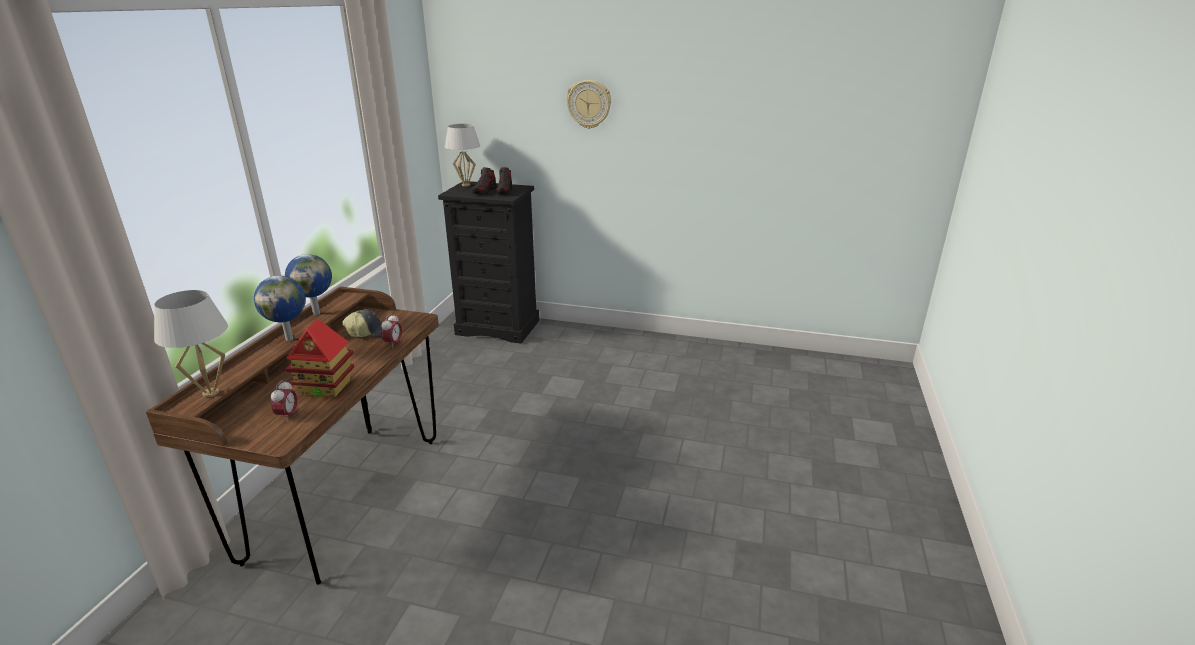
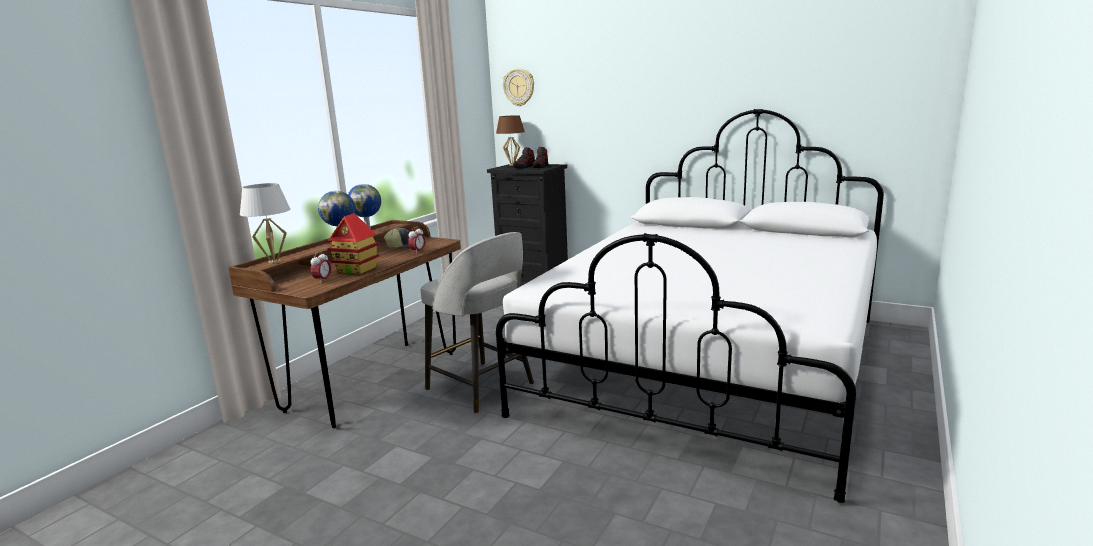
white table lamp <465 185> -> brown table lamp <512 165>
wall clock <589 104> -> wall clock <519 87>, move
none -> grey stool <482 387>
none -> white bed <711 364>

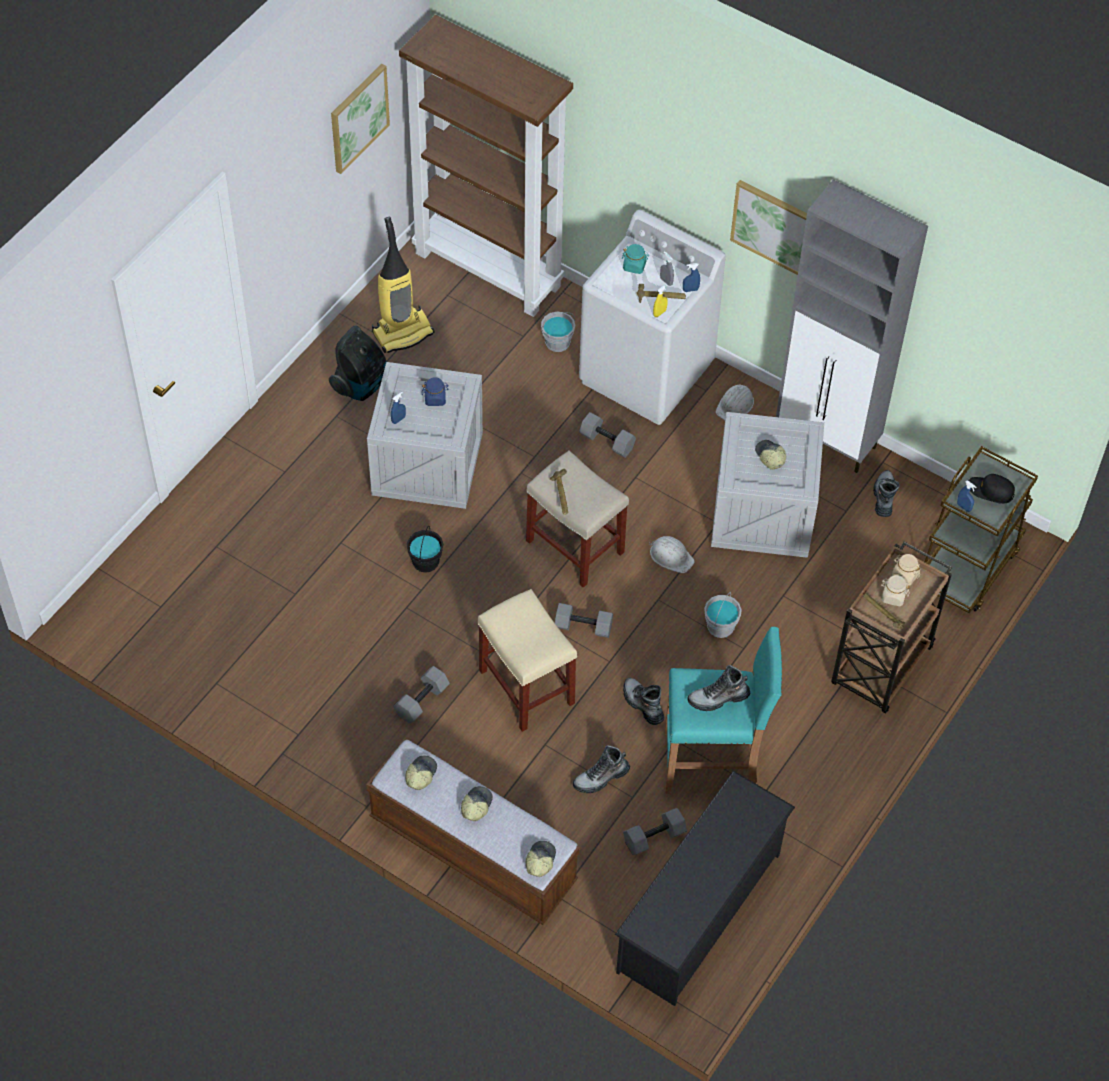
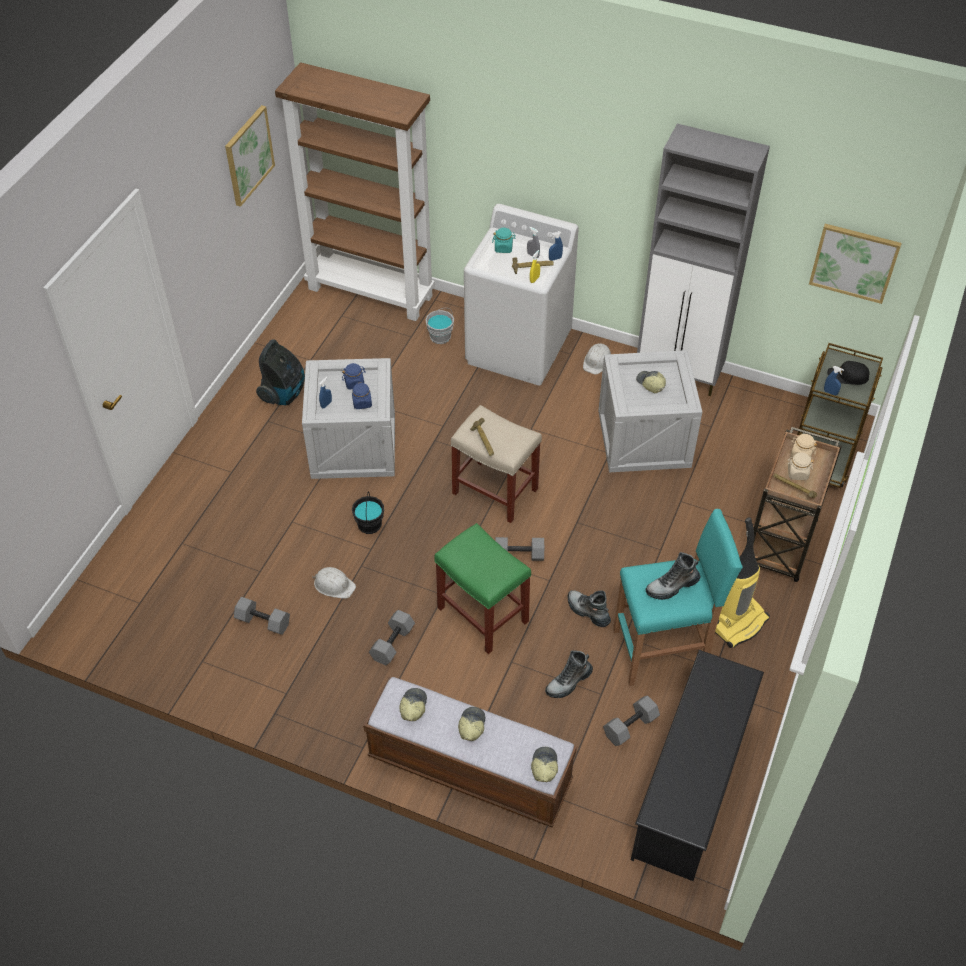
vacuum cleaner <403 332> -> vacuum cleaner <738 622>, move
beige stool <525 686> -> green stool <481 614>
grey dumbbell <606 442> -> grey dumbbell <262 622>, move
white hard hat <671 556> -> white hard hat <334 585>, move
grey bucket <720 627> -> none
picture <772 226> -> picture <854 262>, move
boot <884 497> -> none
none -> blue jar <362 403>

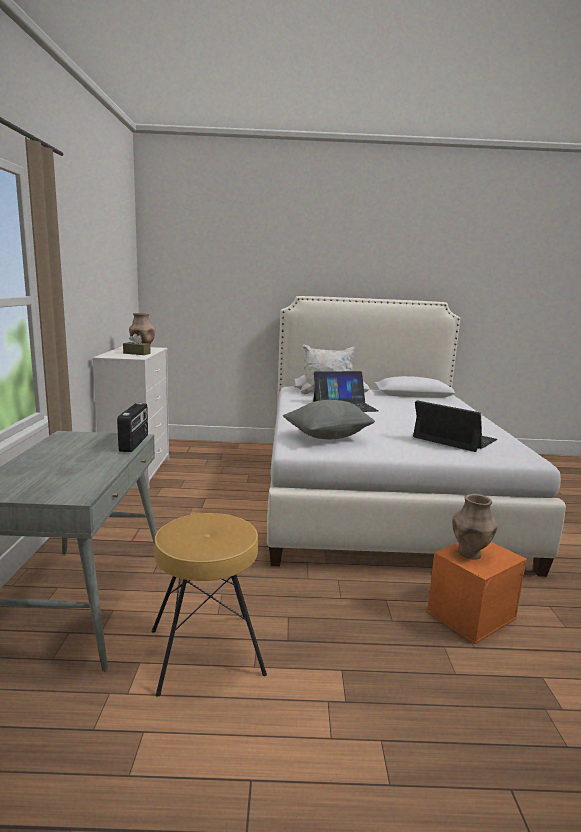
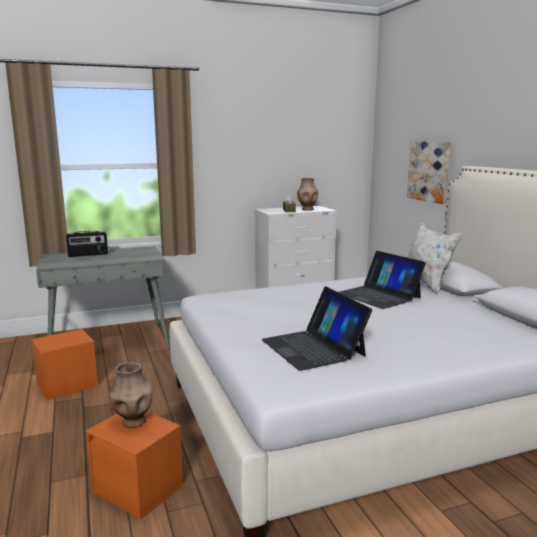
radio <135 443> -> radio <88 255>, move
brown stool <206 652> -> orange storage box <66 385>
grey pillow <327 436> -> none
laptop <454 439> -> laptop <313 347>, 135 degrees clockwise
none -> picture <429 171>

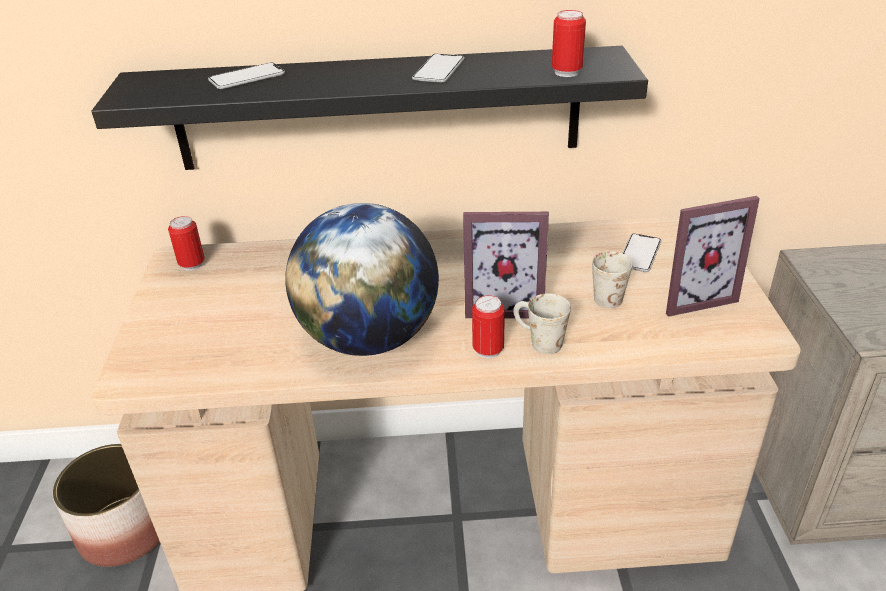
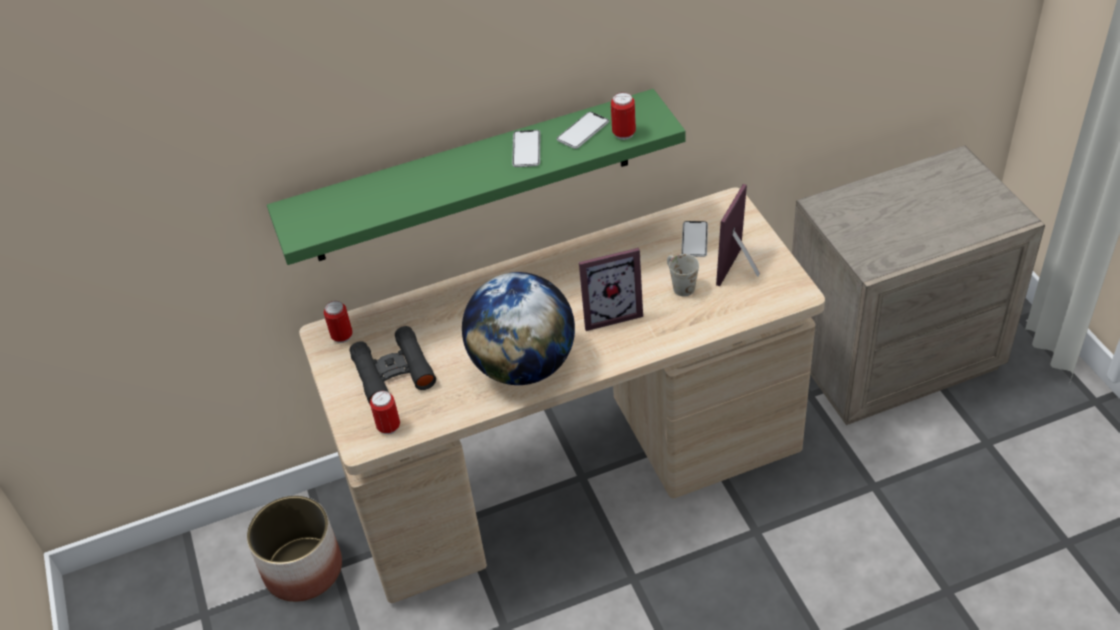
black shelf <378 109> -> green shelf <471 178>
phone <247 77> -> phone <583 131>, move
can <488 350> -> can <389 427>, move
white mug <538 341> -> none
picture frame <691 296> -> picture frame <742 271>, 150 degrees clockwise
none -> black binoculars <393 372>

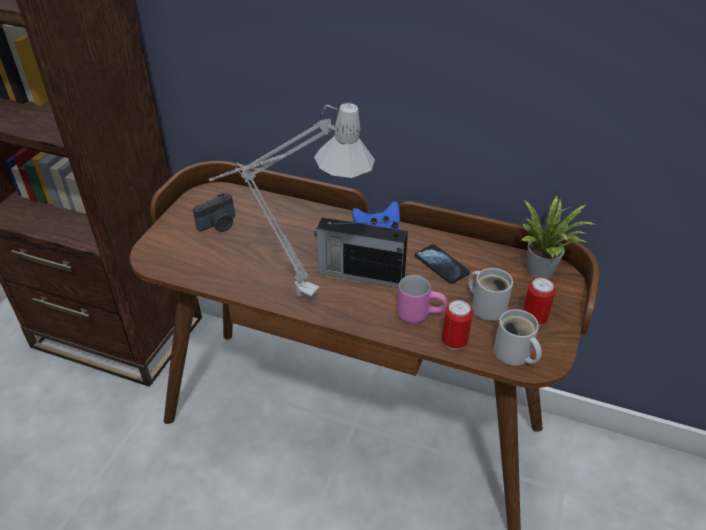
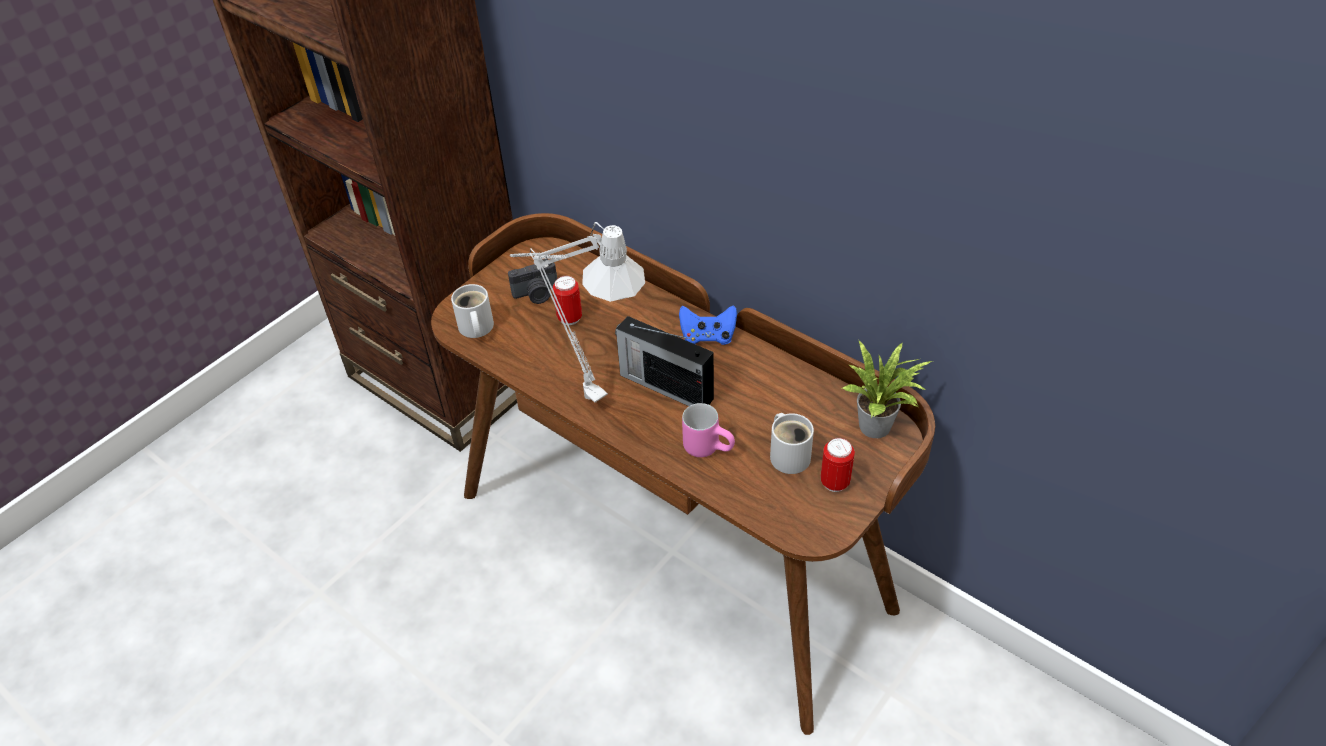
phone <441 265> -> none
can <454 342> -> can <569 318>, move
white mug <514 354> -> white mug <475 328>, move

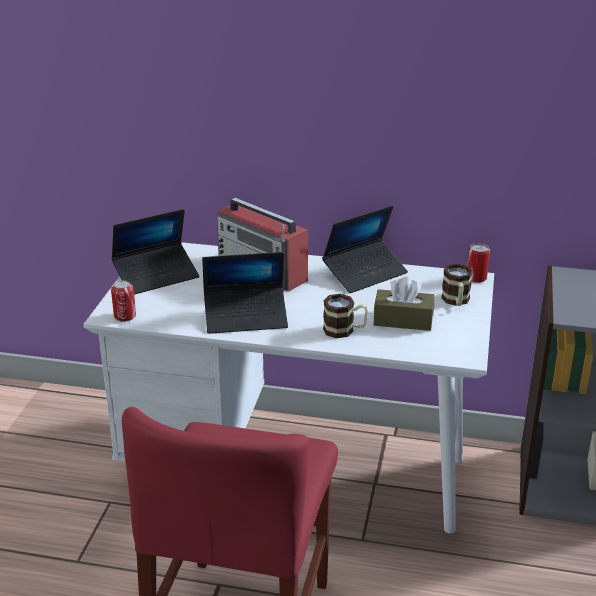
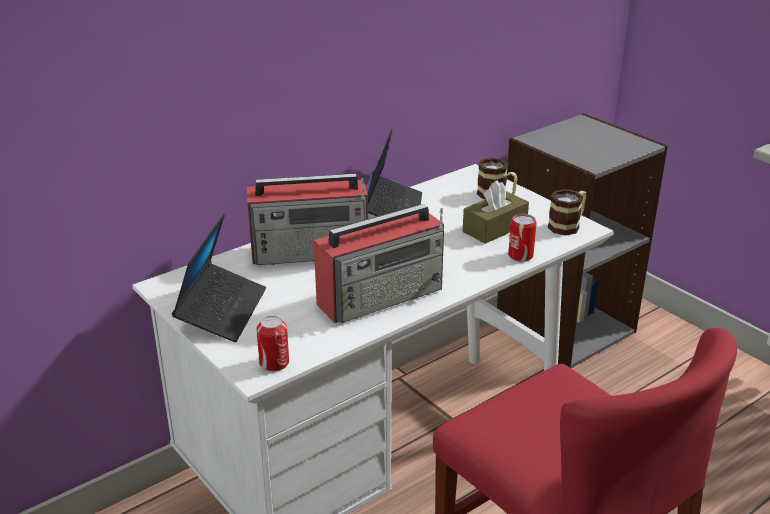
laptop <246 317> -> radio <382 296>
mug <344 330> -> mug <568 225>, move
can <476 278> -> can <520 255>, move

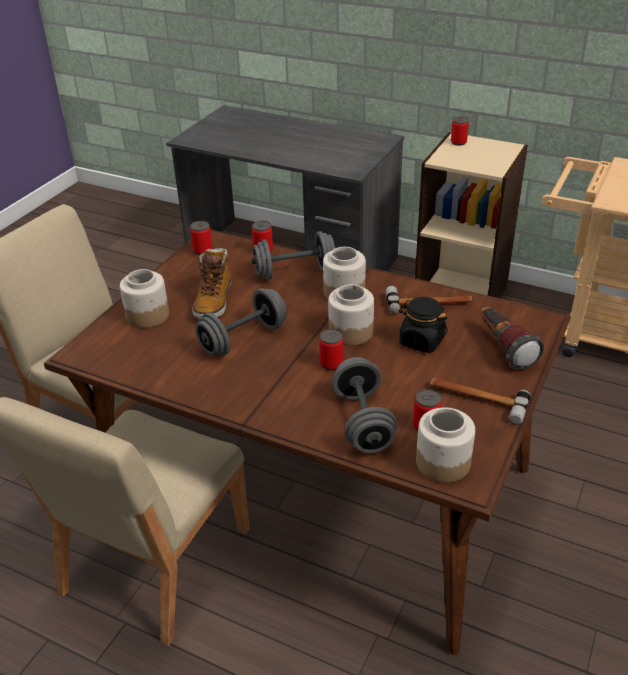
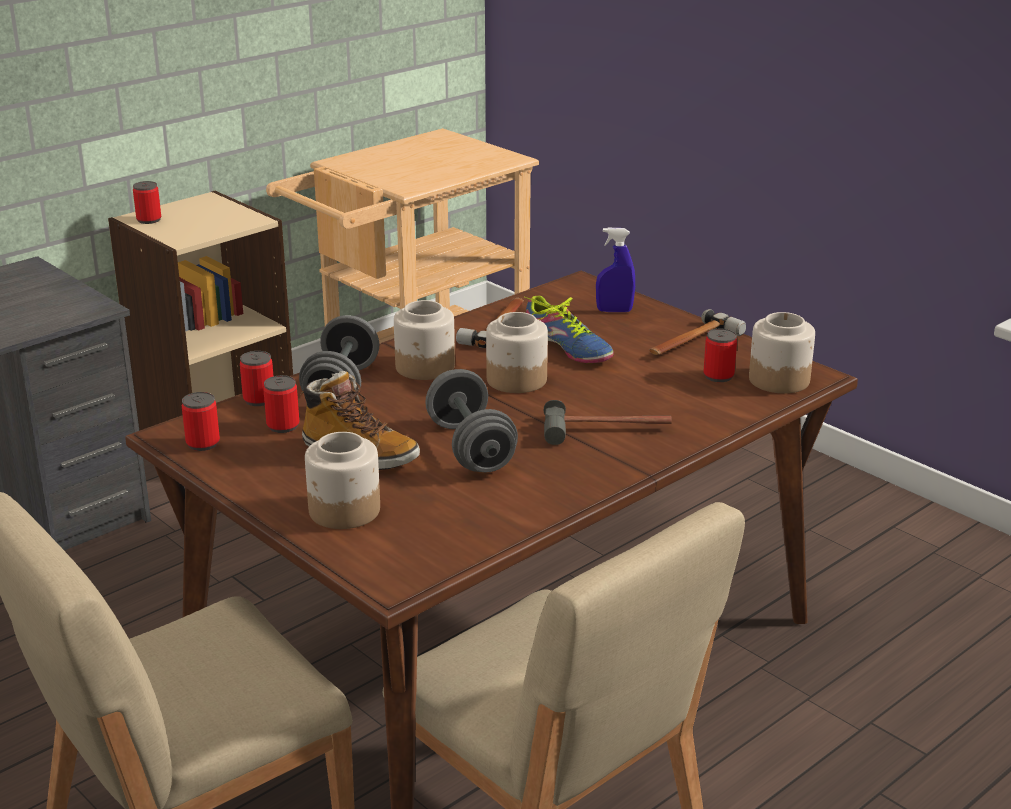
can <331 363> -> can <283 426>, move
grey dumbbell <363 422> -> none
black jar <421 341> -> shoe <568 346>
flashlight <503 348> -> blue spray bottle <614 311>
none -> hammer <607 431>

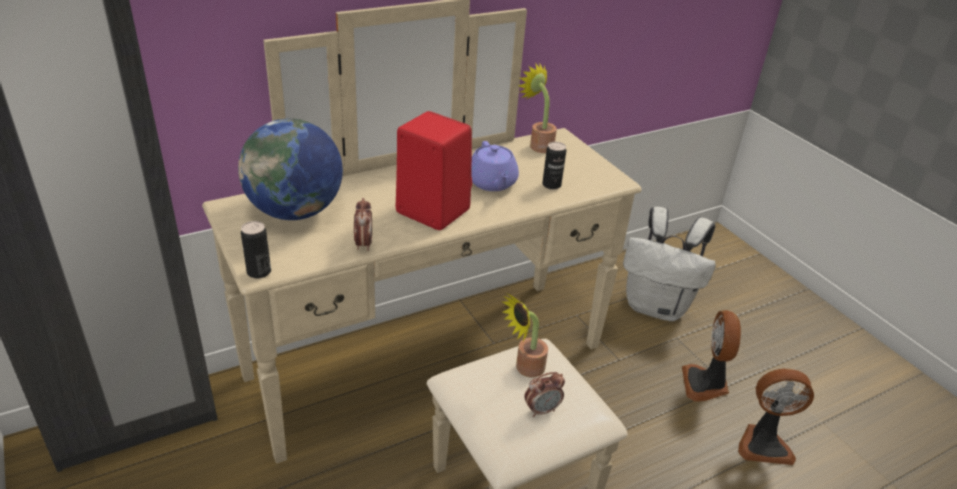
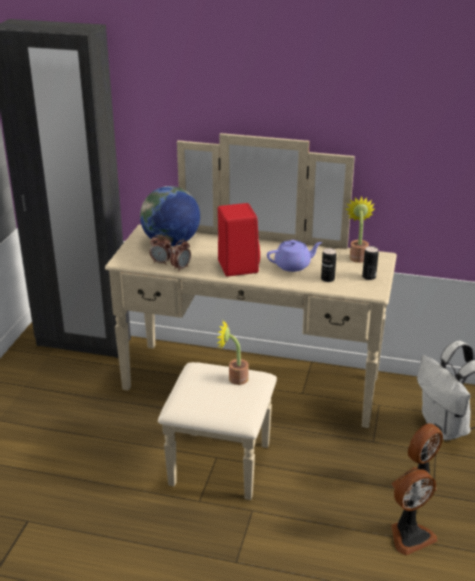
can <259 272> -> can <369 277>, move
purple teapot <492 183> -> purple teapot <293 265>, 135 degrees counterclockwise
alarm clock <542 410> -> alarm clock <161 262>, move
fan <763 444> -> fan <409 535>, 75 degrees counterclockwise

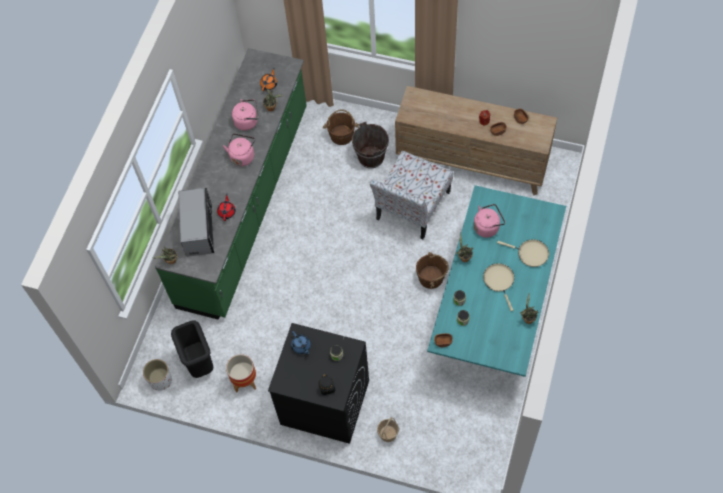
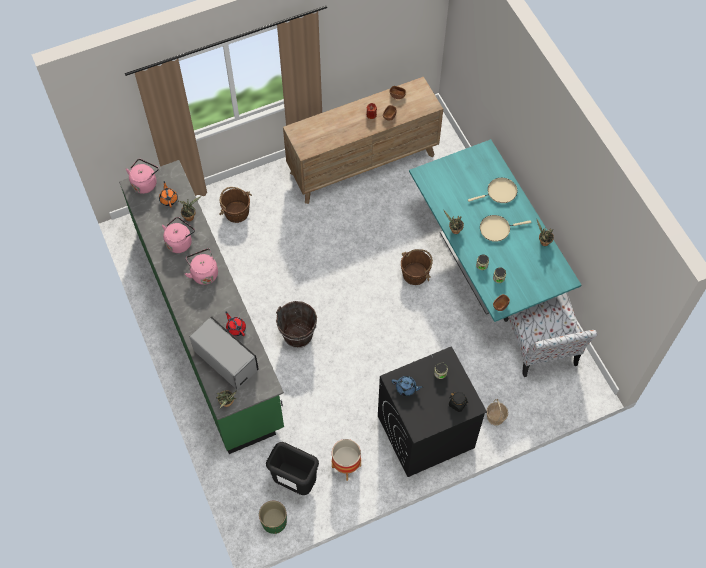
white planter <161 380> -> green planter <274 521>
brown bucket <371 157> -> brown bucket <298 335>, move
chair <412 207> -> chair <541 344>, move
pink kettle <487 227> -> pink kettle <145 183>, move
beige frying pan <499 281> -> beige frying pan <496 229>, 45 degrees counterclockwise

